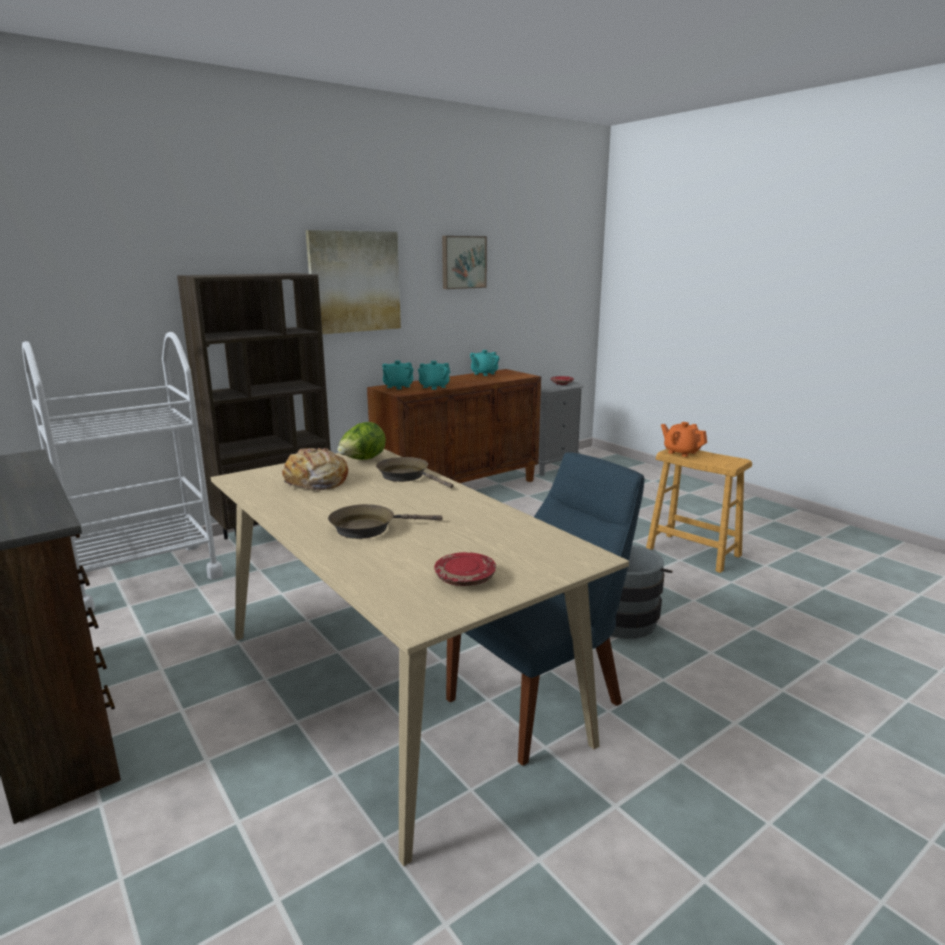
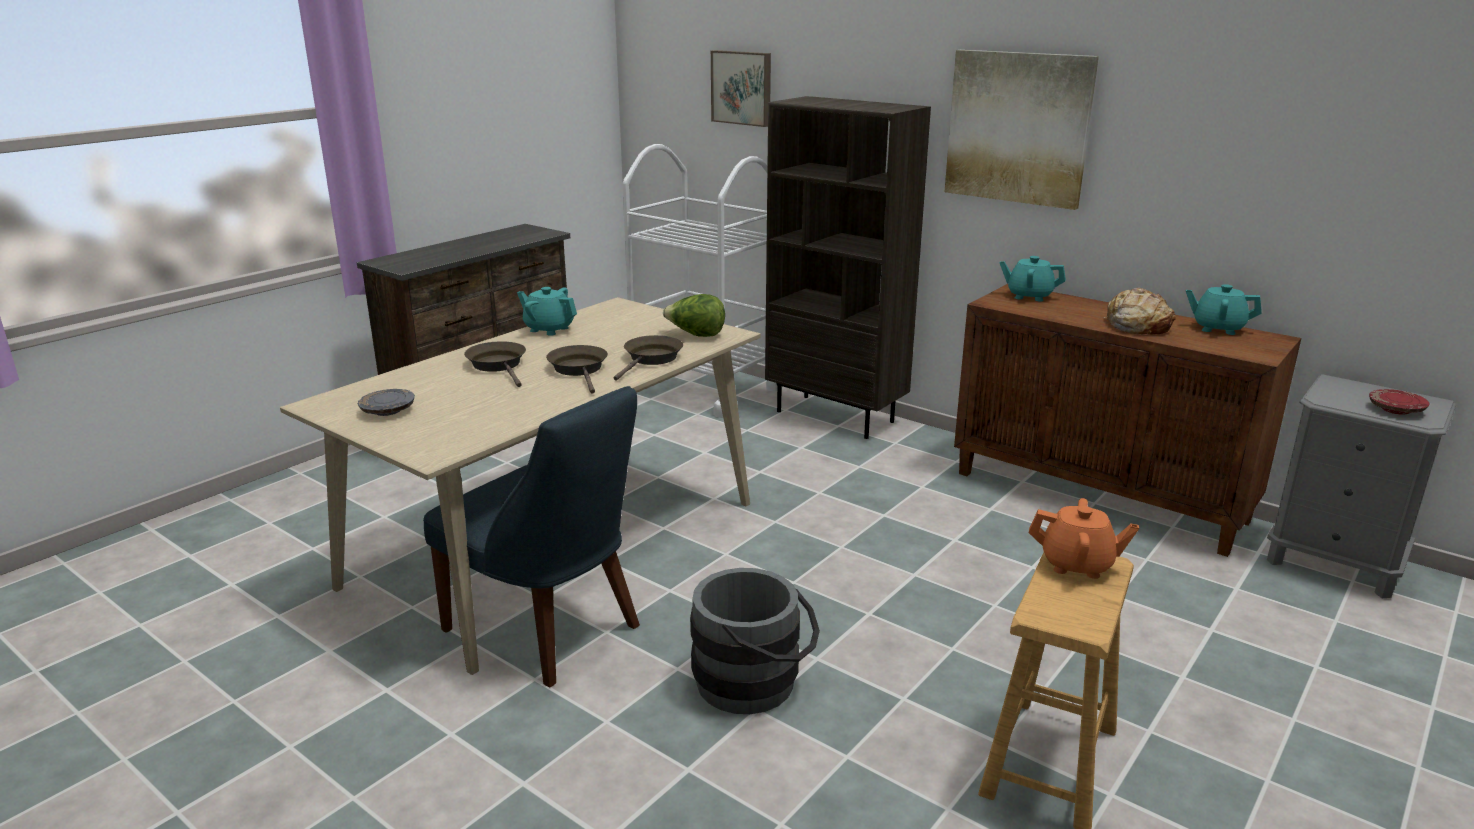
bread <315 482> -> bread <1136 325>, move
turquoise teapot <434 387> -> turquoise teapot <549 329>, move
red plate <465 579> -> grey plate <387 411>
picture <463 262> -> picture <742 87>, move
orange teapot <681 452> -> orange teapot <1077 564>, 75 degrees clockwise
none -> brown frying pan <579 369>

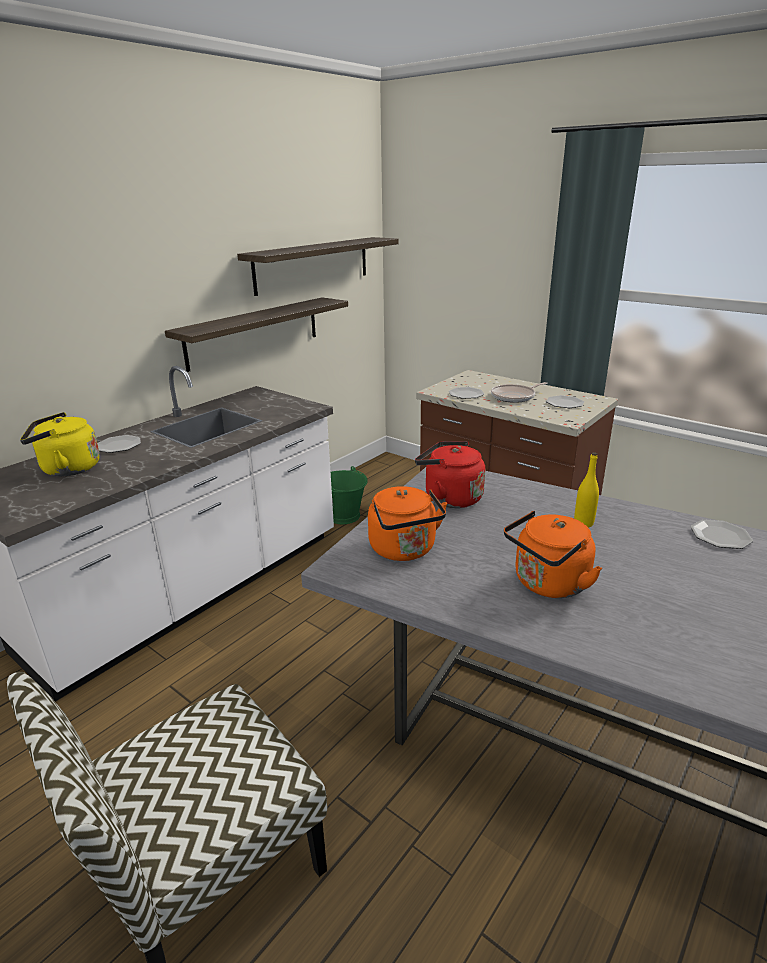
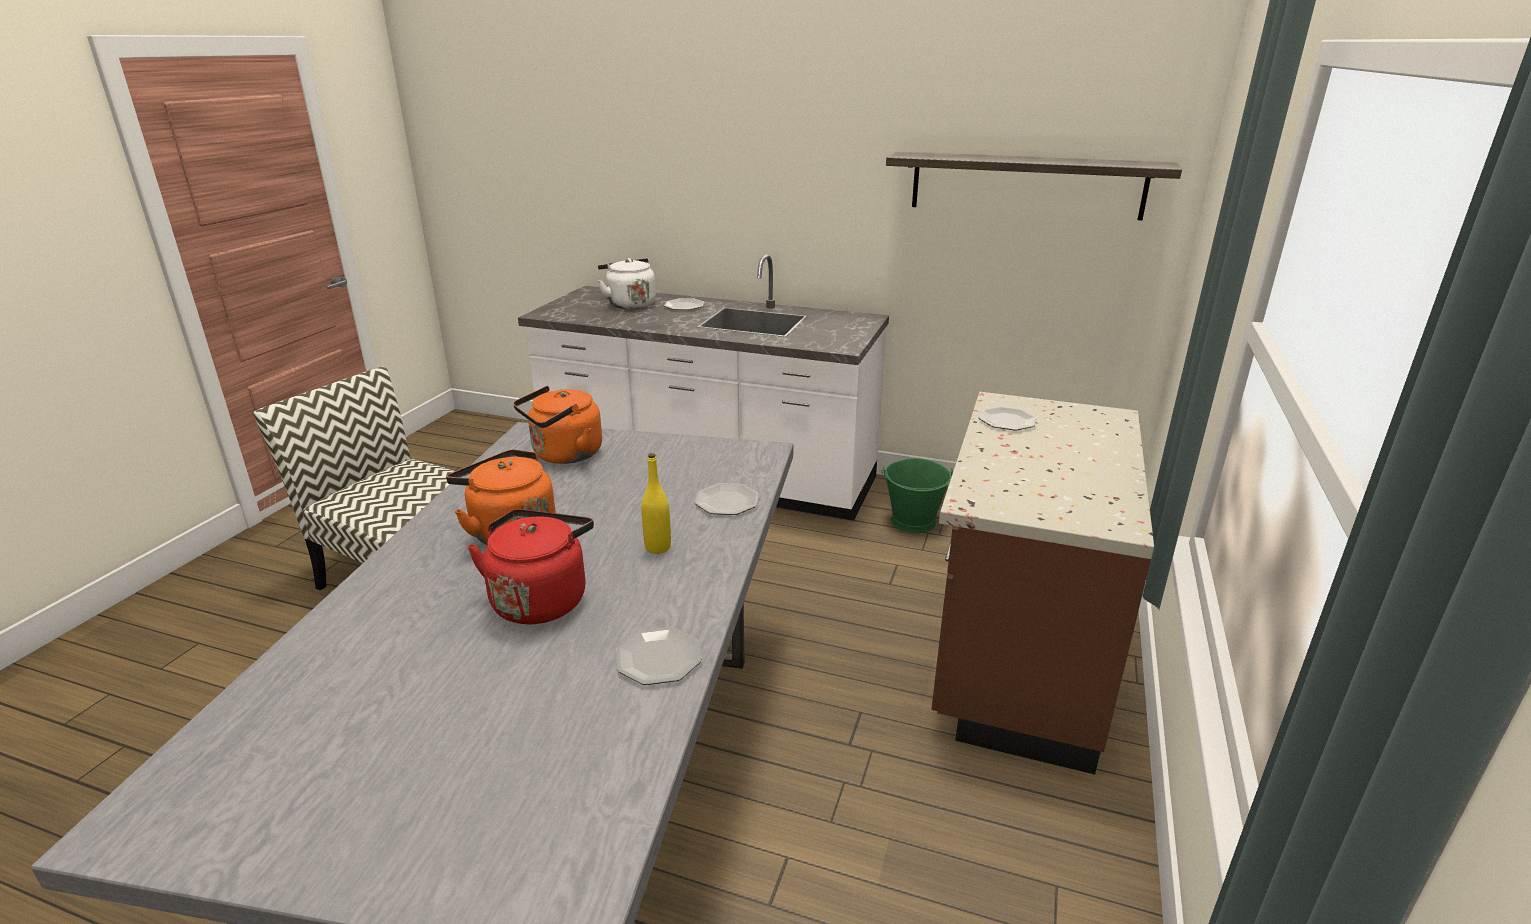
yellow kettle <67 469> -> white kettle <629 304>
shelf <254 332> -> none
red kettle <449 498> -> red kettle <541 599>, move
frying pan <515 396> -> none
plate <565 403> -> plate <726 502>, move

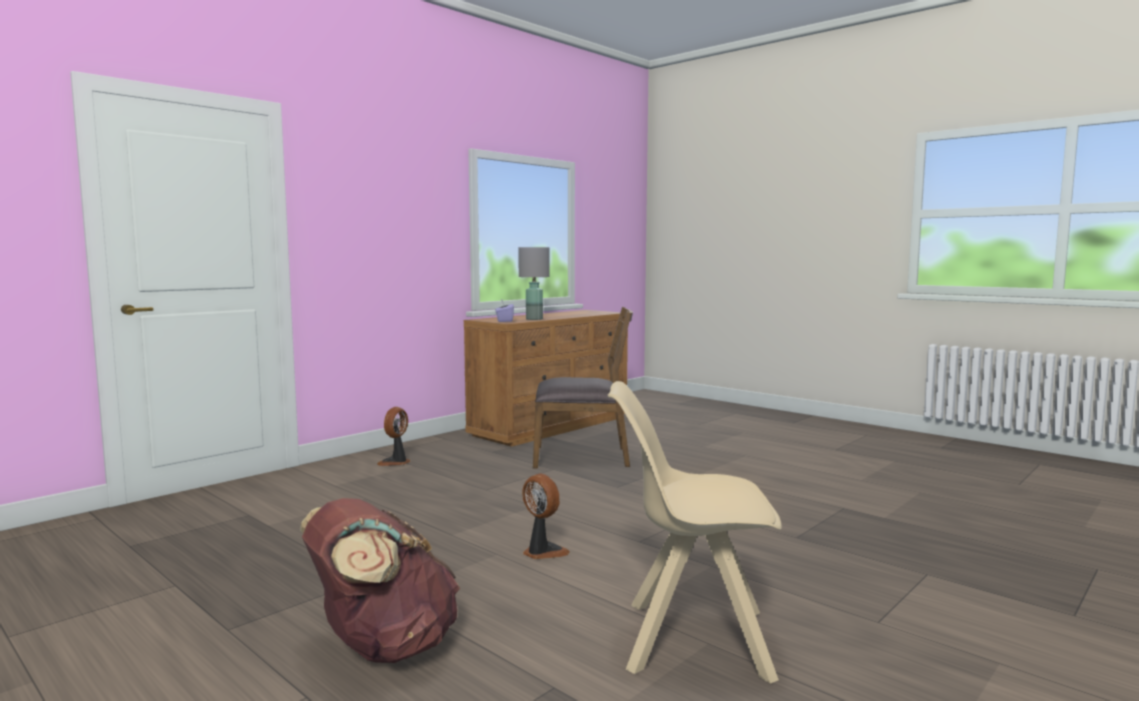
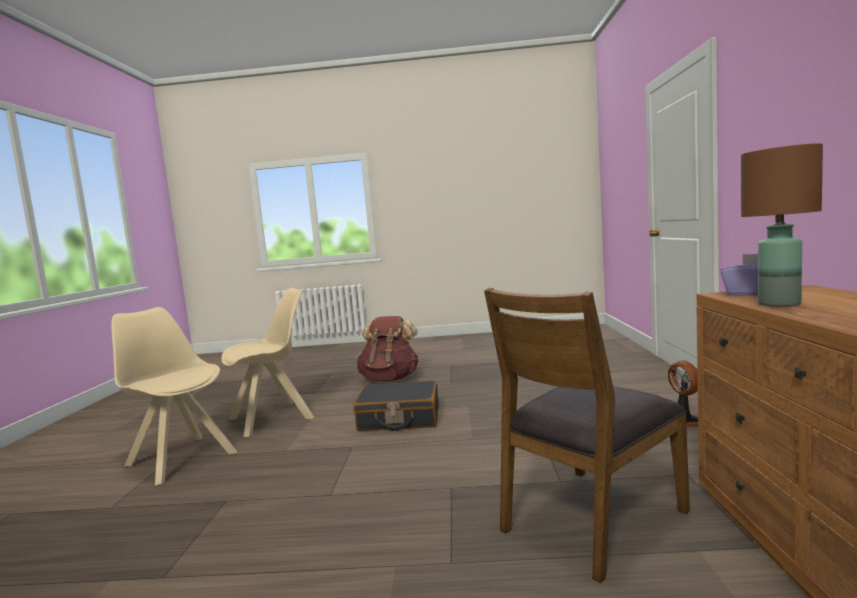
grey table lamp <534 319> -> brown table lamp <778 304>
fan <542 552> -> black suitcase <399 419>
none -> beige chair <180 458>

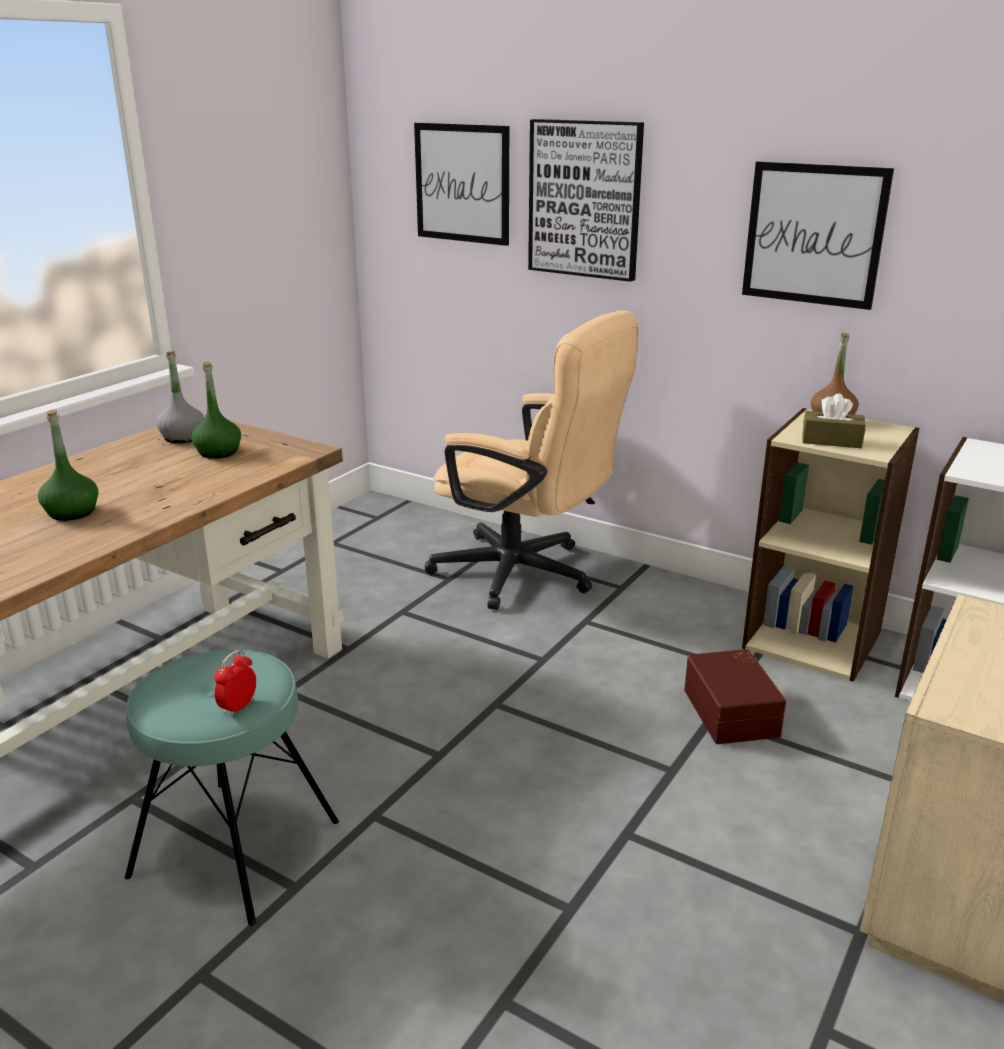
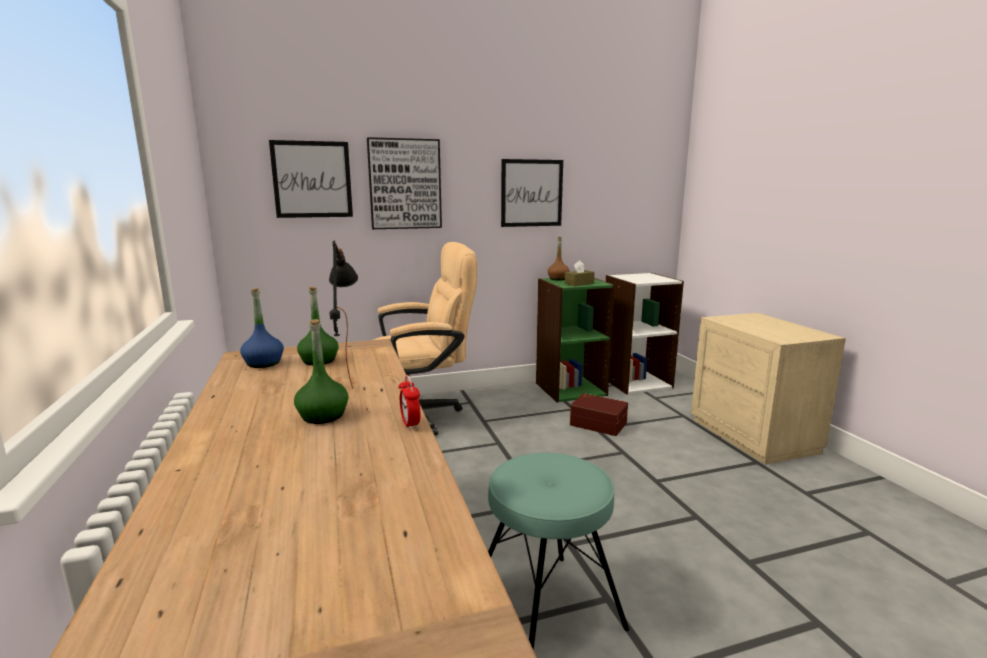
grey bottle <182 437> -> blue bottle <263 363>
alarm clock <238 707> -> alarm clock <410 424>, move
beige bookcase <813 639> -> green bookcase <570 389>
none -> black table lamp <345 378>

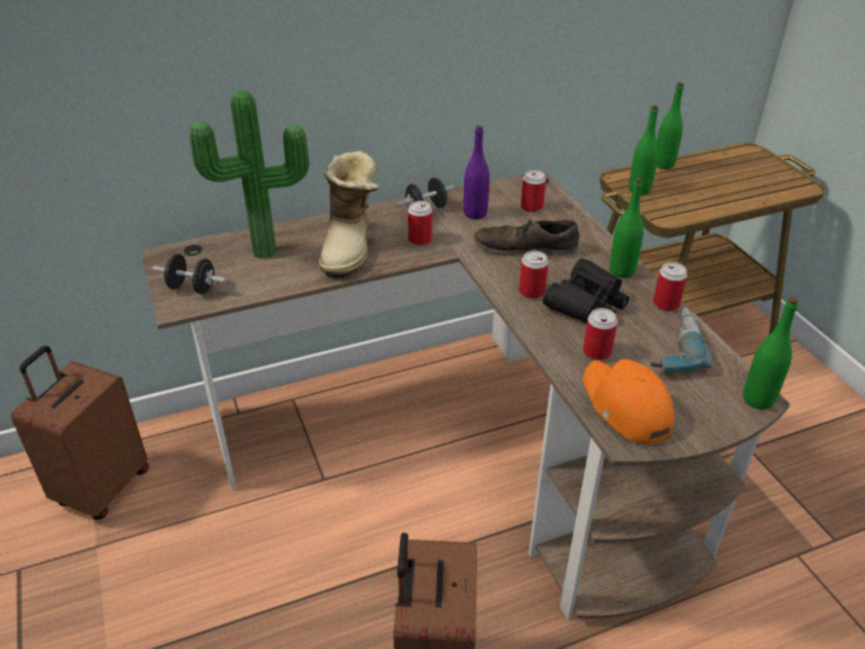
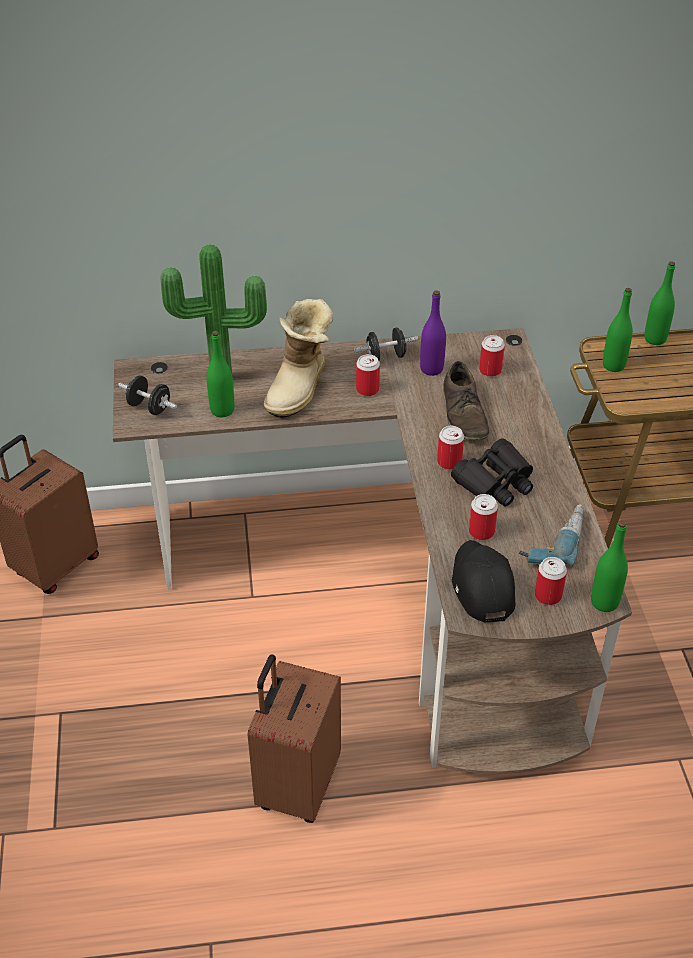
brown shoe <525 247> -> brown shoe <464 414>, 120 degrees counterclockwise
orange cap <625 407> -> black cap <481 586>
green bottle <622 271> -> green bottle <222 410>, move
can <666 304> -> can <548 595>, move

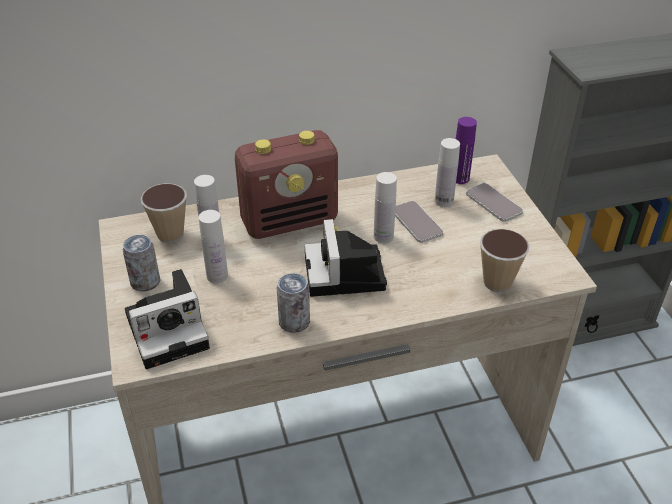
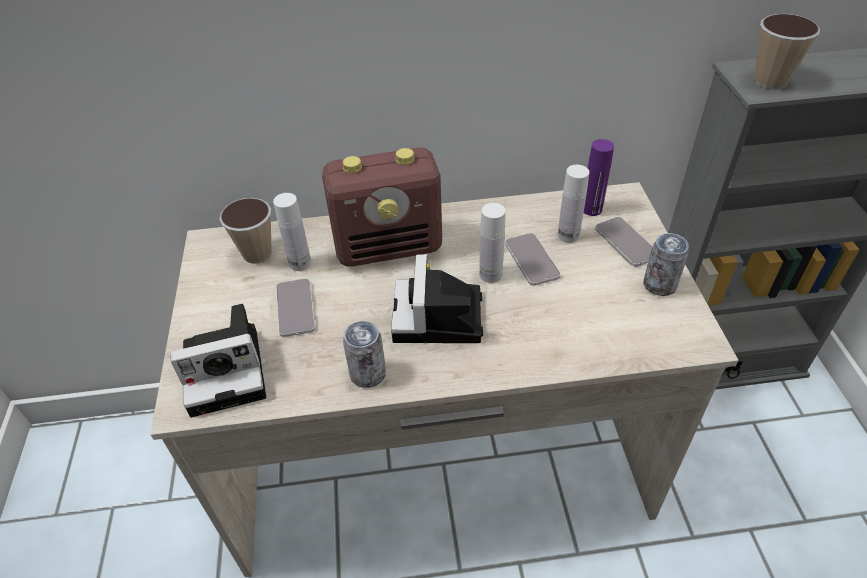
can <145 282> -> can <659 285>, move
white bottle <217 276> -> phone <295 308>
cup <497 282> -> cup <770 81>, move

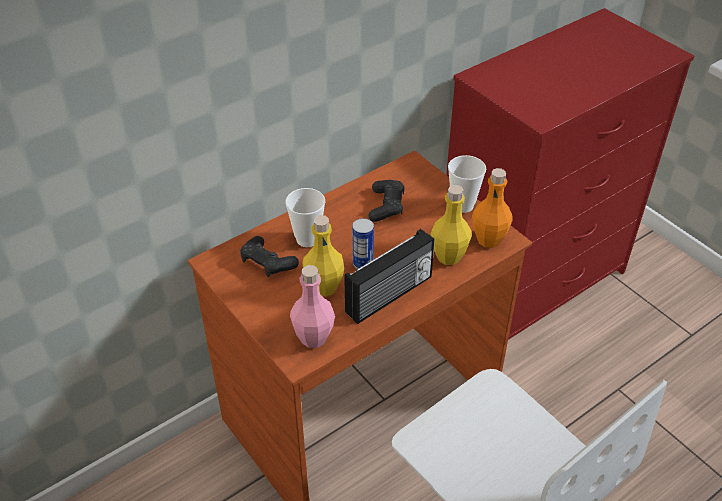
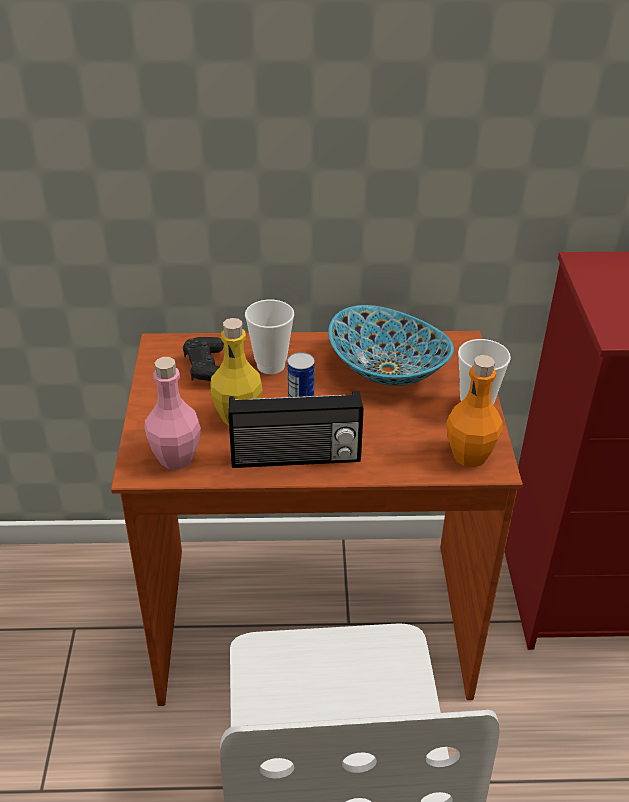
black game controller <386 206> -> bowl <387 371>
yellow bottle <448 256> -> none

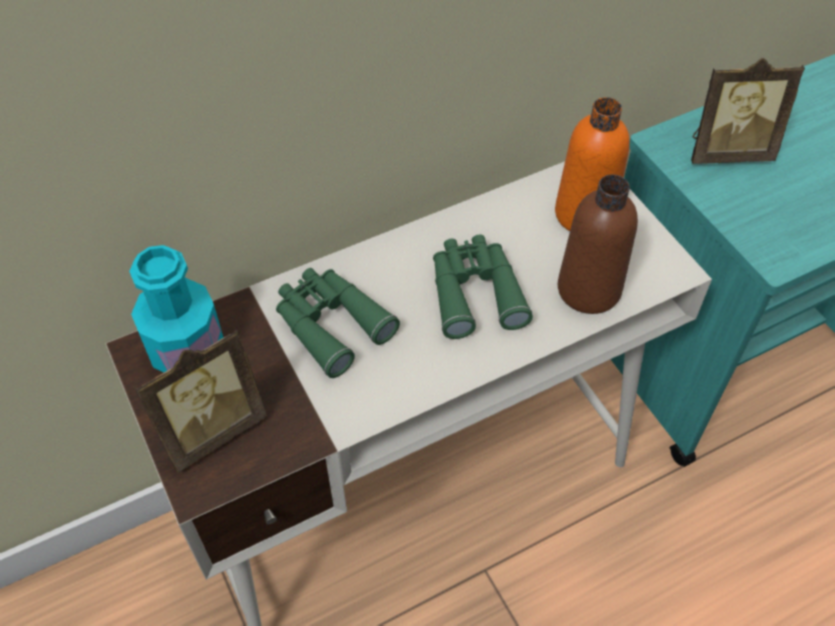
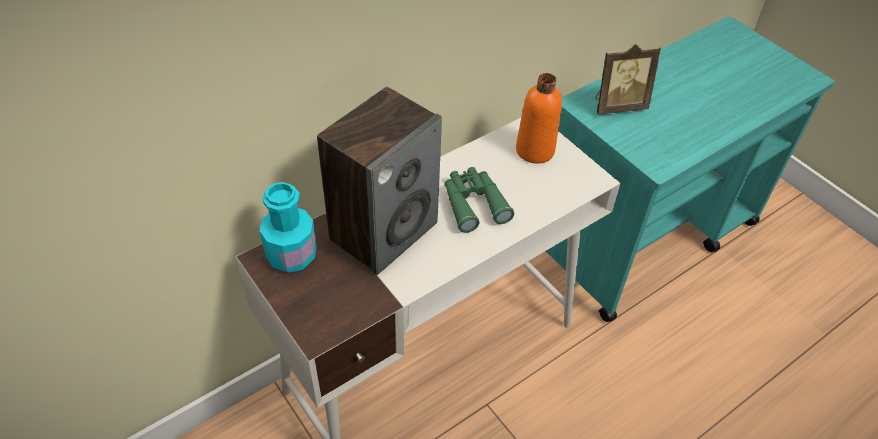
picture frame <211 429> -> none
green binoculars <330 324> -> speaker <384 231>
brown bottle <589 289> -> none

